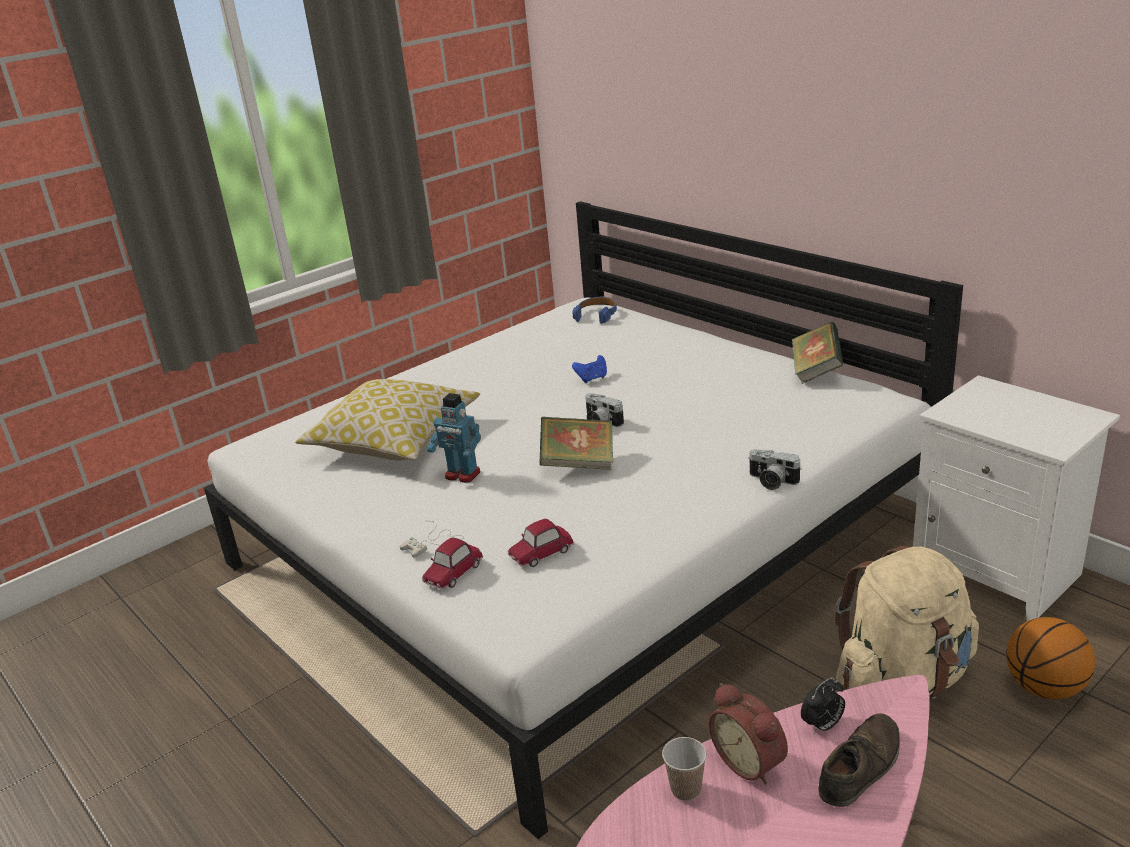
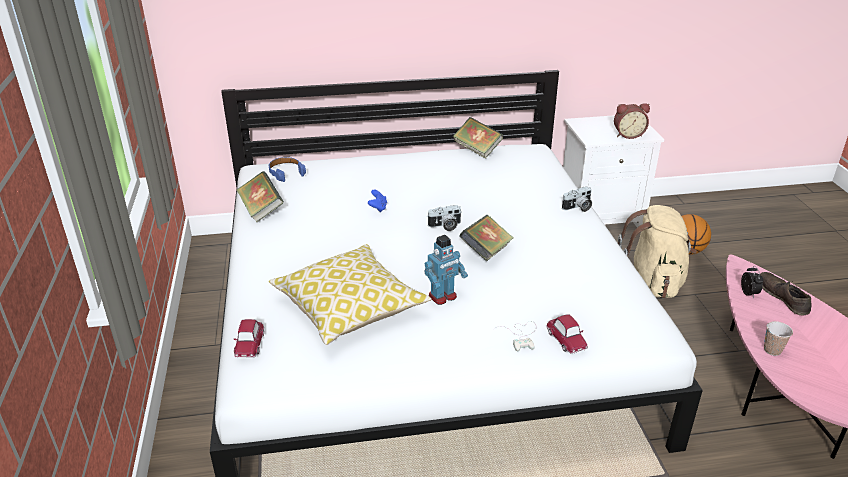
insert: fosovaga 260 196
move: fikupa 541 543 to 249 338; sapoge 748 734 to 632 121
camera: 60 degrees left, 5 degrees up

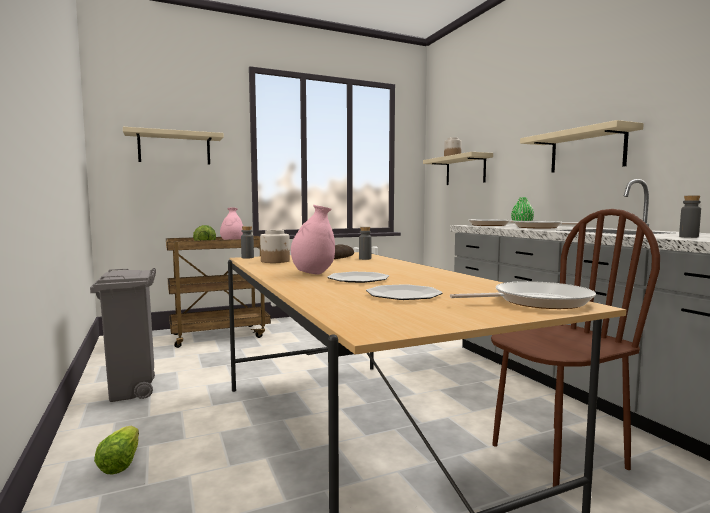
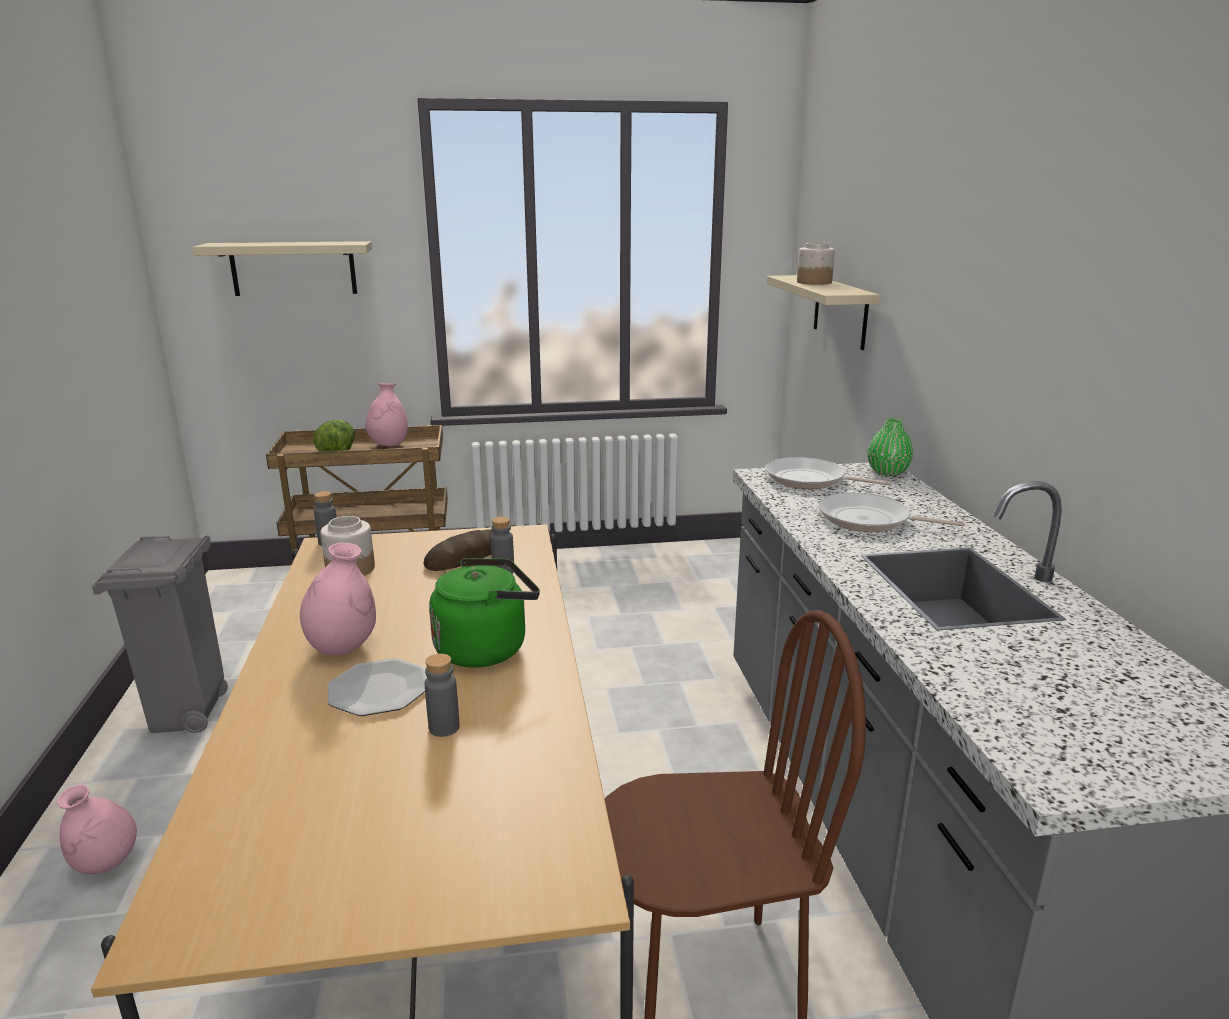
delete: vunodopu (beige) 582 146; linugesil 523 295; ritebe 404 292
insert: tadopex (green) 484 613
move: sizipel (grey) 690 217 to 442 695
replace: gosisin 116 450 to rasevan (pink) 97 829
camera: 15 degrees right, 15 degrees up

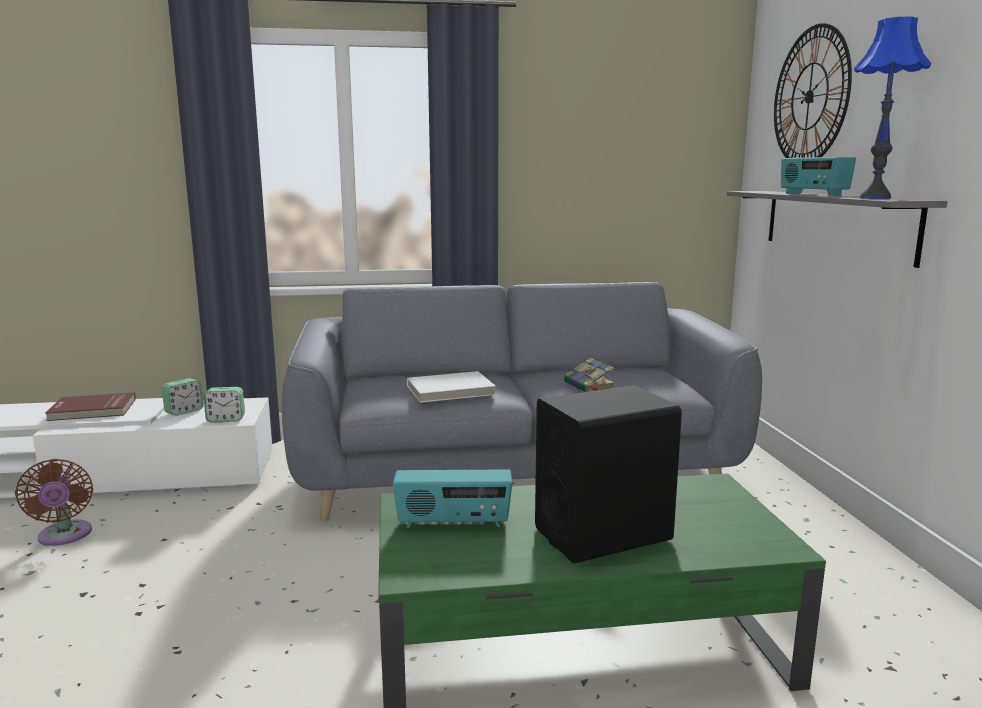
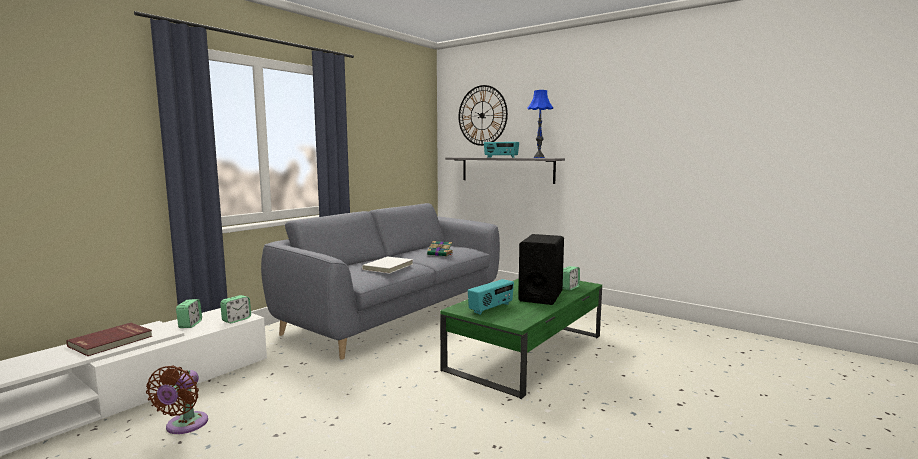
insert: sapoge 571 278
rotate: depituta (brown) 54 502 = 177 400 75 degrees clockwise
camera: 45 degrees left, 5 degrees down

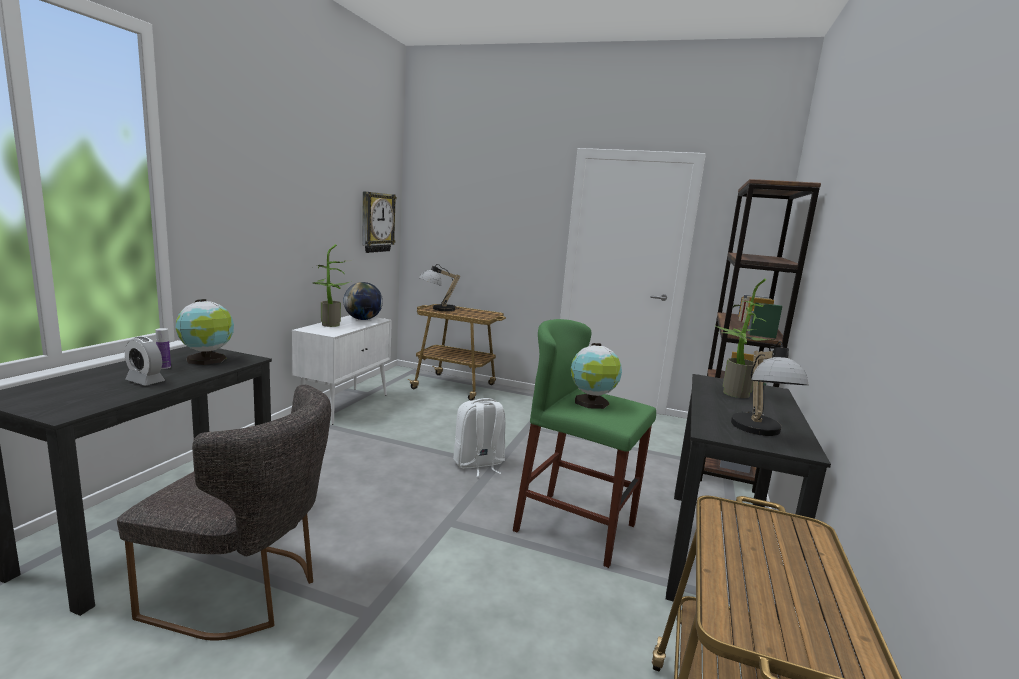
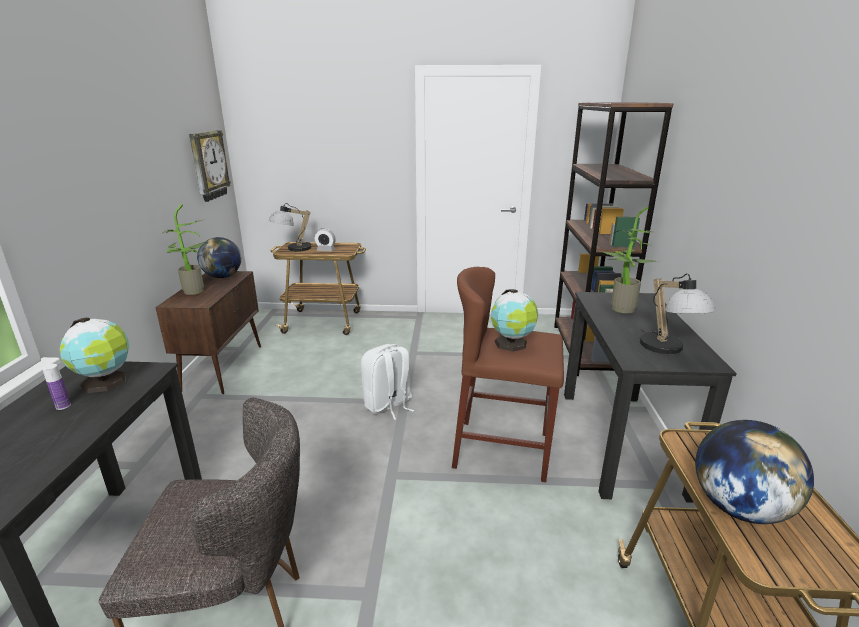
insert: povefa 754 472
move: sapoge 145 361 to 325 239
recolor: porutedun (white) 342 370 to porutedun (brown) 208 332; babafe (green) 584 443 to babafe (brown) 508 374
camera: 15 degrees left, 10 degrees up

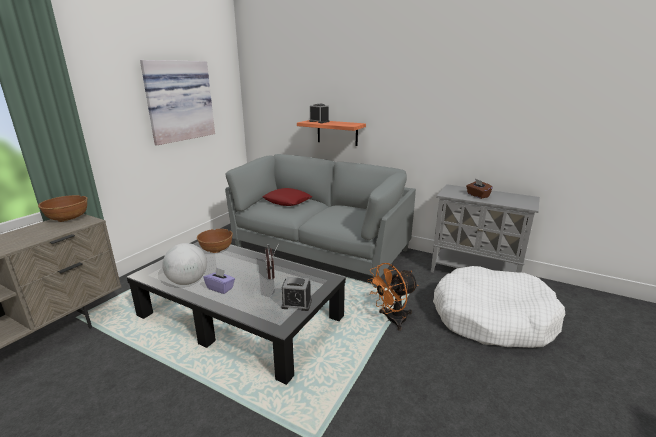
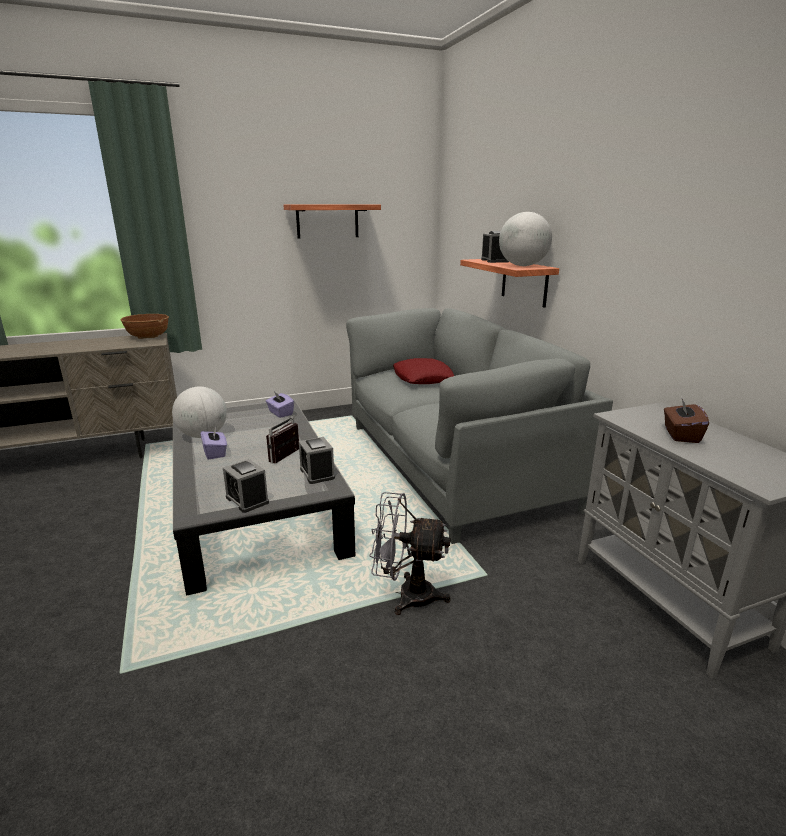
delete: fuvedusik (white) 499 307
insert: povefa 525 239; sapoge 317 460
replace: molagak 177 102 to vunodopu 332 222; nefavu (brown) 215 241 to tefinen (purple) 280 405
recolor: depituta (orange) 392 297 to depituta (grey) 410 553
camera: 40 degrees right, 0 degrees up

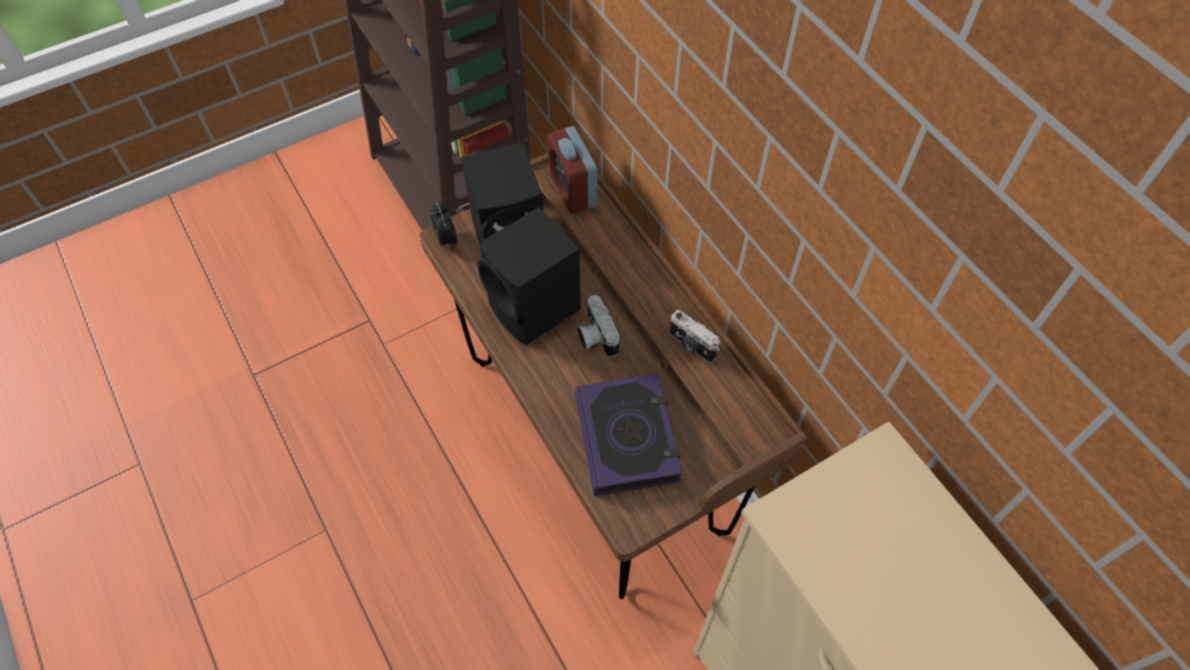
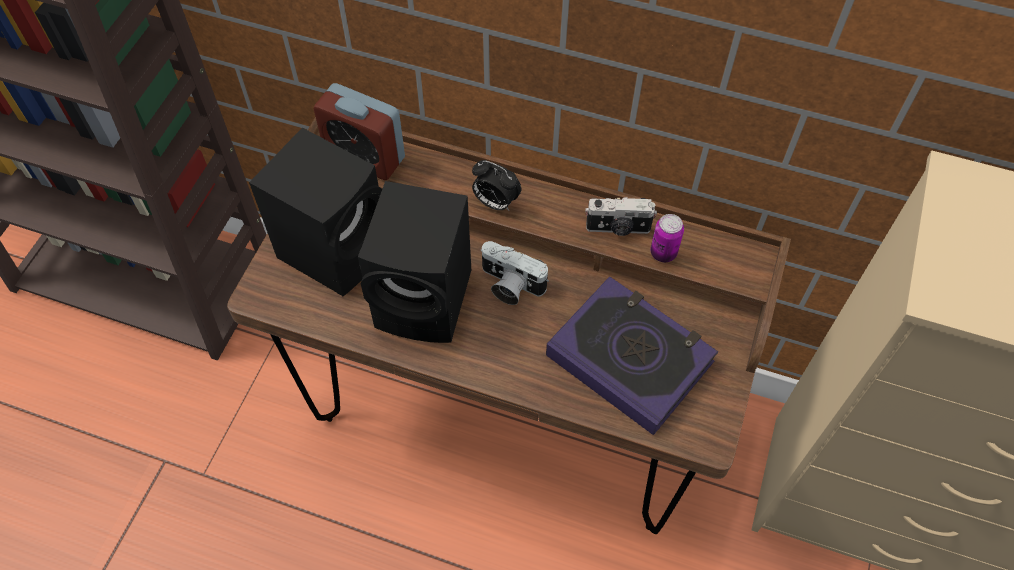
insert: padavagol 667 238
move: sapoge 444 226 to 496 185
camera: 40 degrees left, 0 degrees up

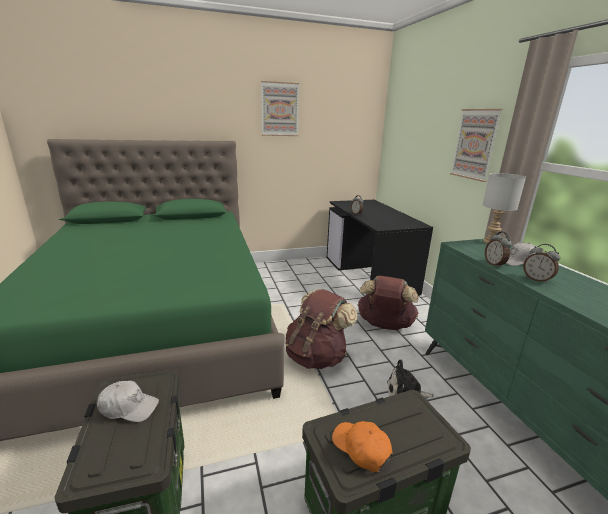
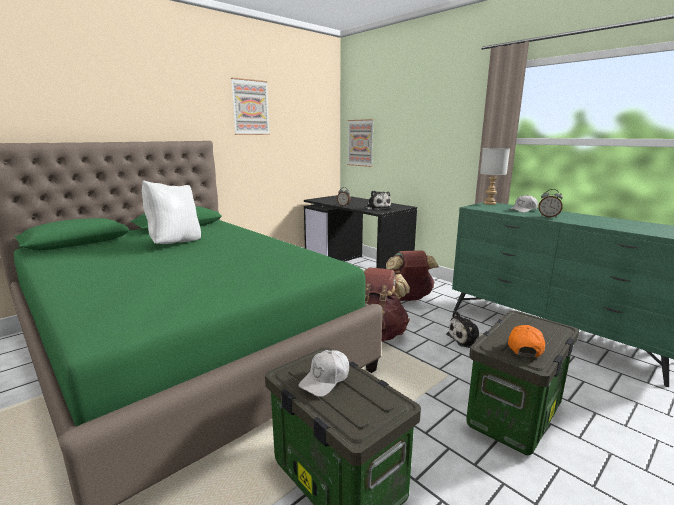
delete: sapoge 498 250
insert: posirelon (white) 171 212; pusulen 378 200
move: molagak 476 145 to 360 143
rotate: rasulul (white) 128 401 = 323 373 150 degrees clockwise; rasulul (orange) 362 446 = 526 341 90 degrees clockwise
camera: 25 degrees left, 5 degrees down

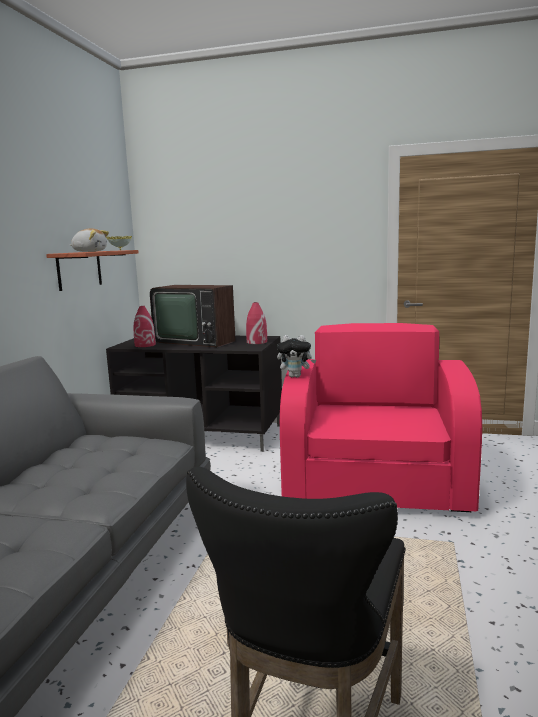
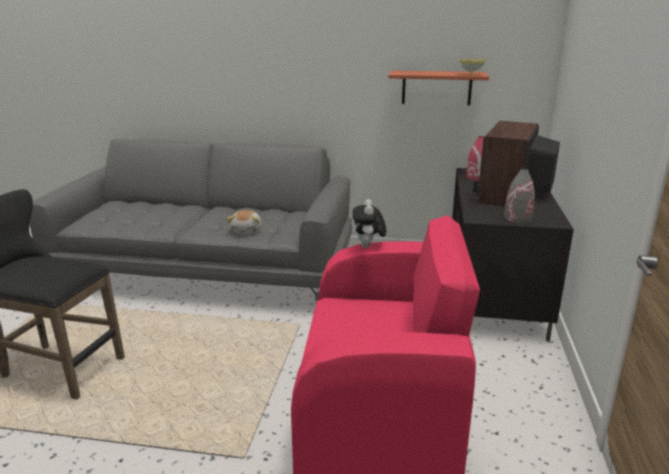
move: pusulen 89 240 to 244 222
recolor: rasevan (red) 256 323 to rasevan (grey) 519 195
camera: 85 degrees right, 10 degrees up

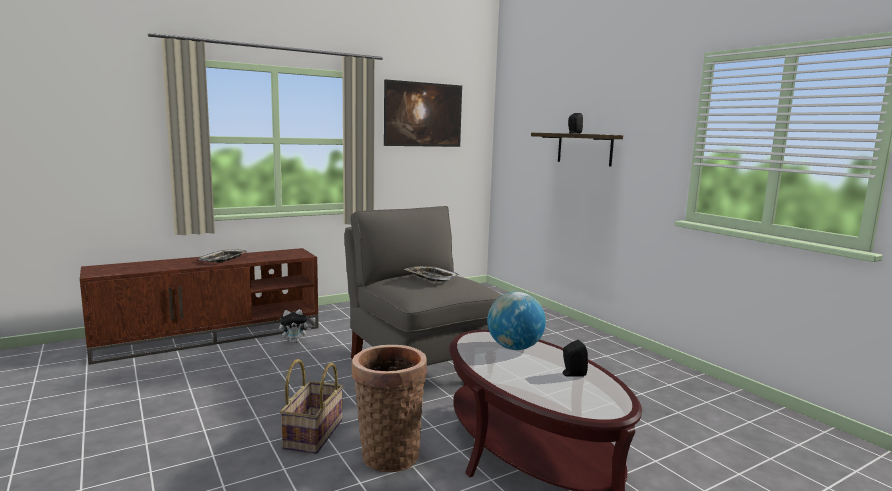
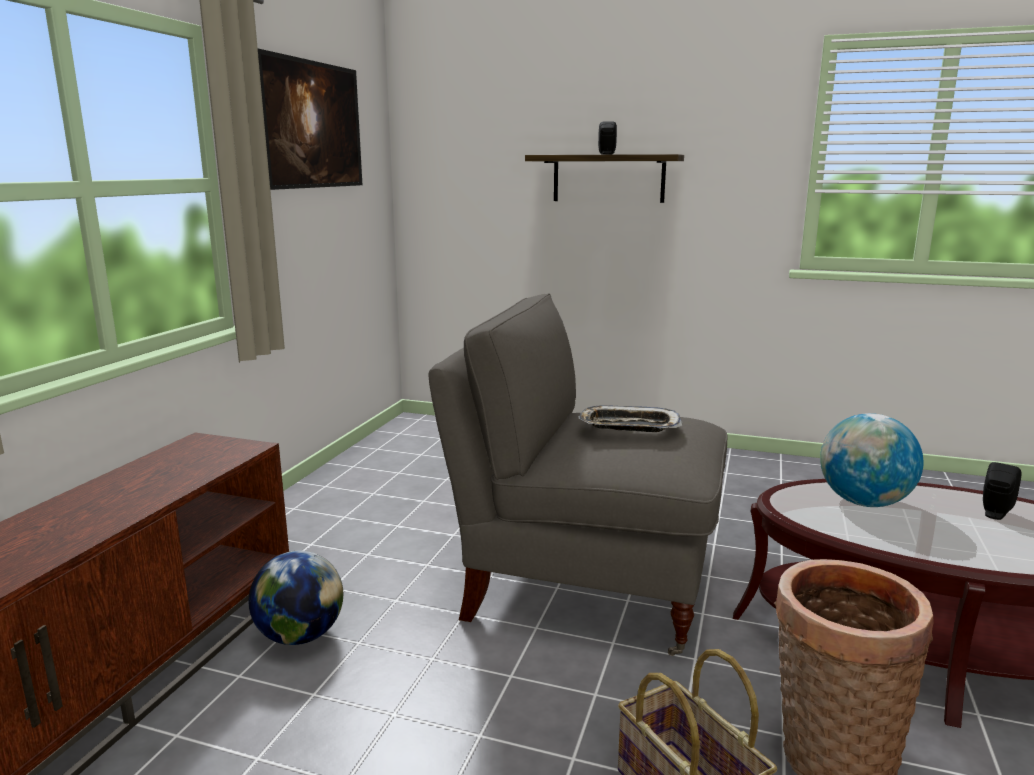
delete: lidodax 223 256
replace: pusulen 295 326 to povefa 296 598
camera: 40 degrees left, 5 degrees up

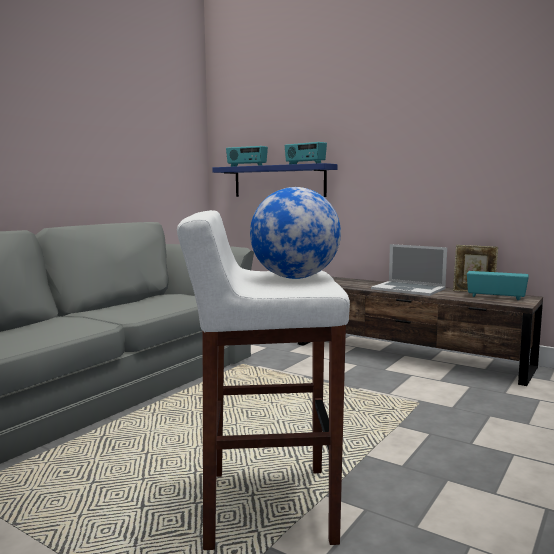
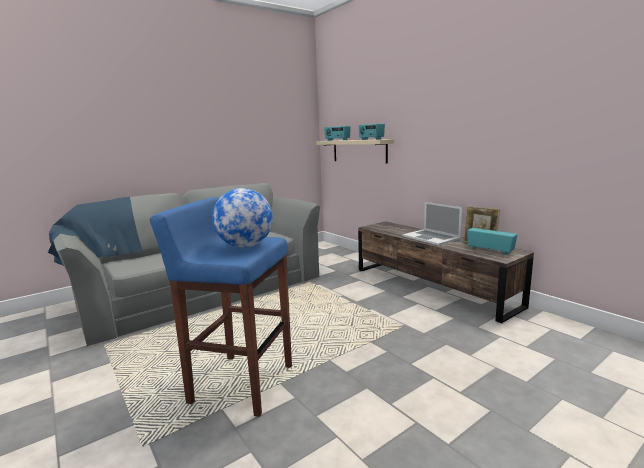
recolor: vunodopu (blue) 274 180 to vunodopu (beige) 355 151; babafe (white) 263 380 to babafe (blue) 221 307
camera: 20 degrees right, 5 degrees up

